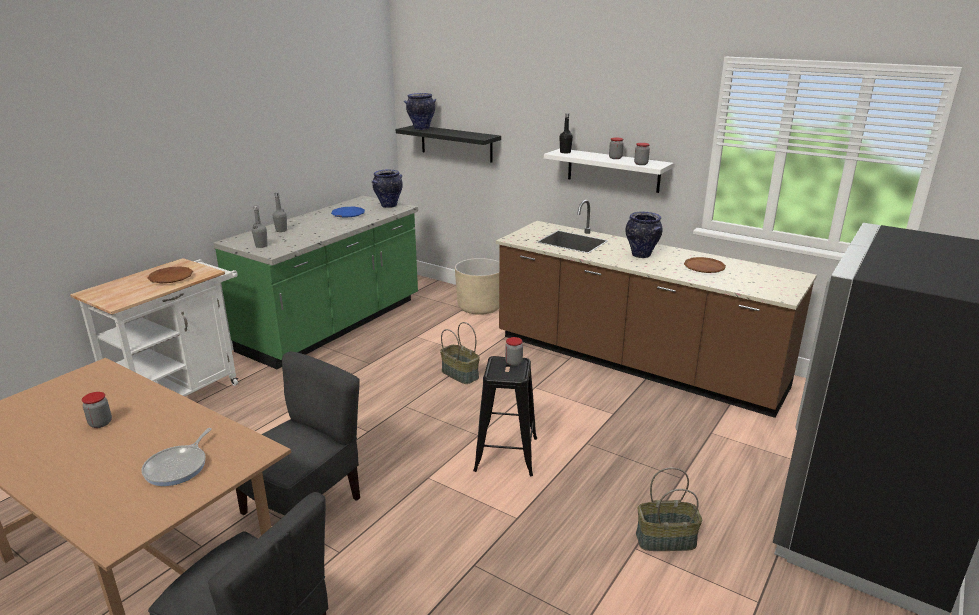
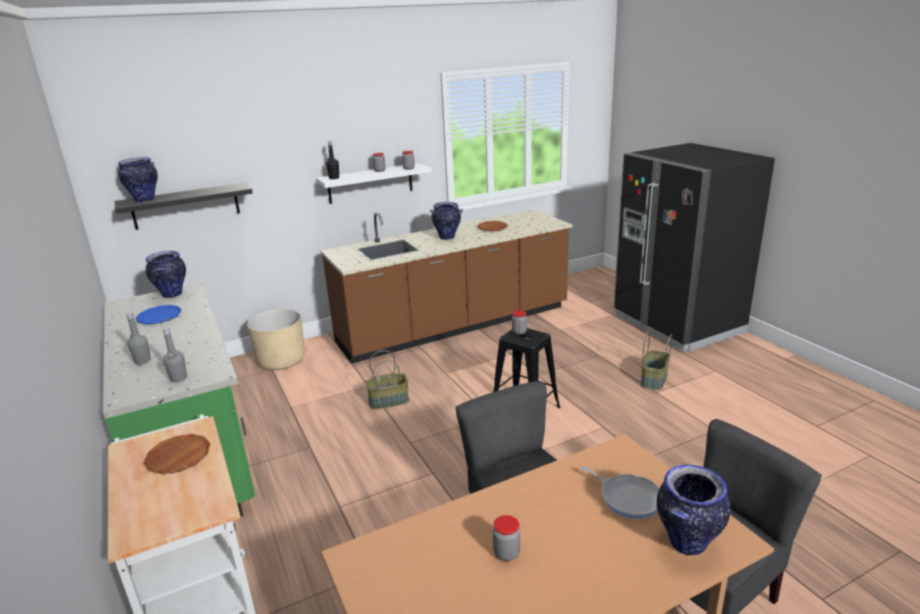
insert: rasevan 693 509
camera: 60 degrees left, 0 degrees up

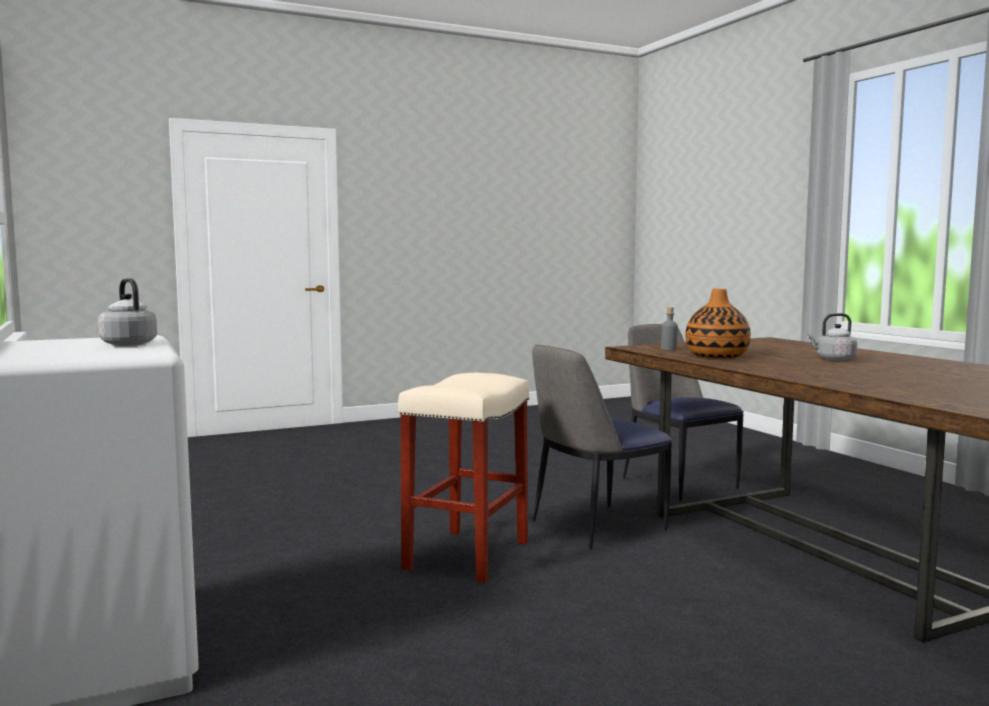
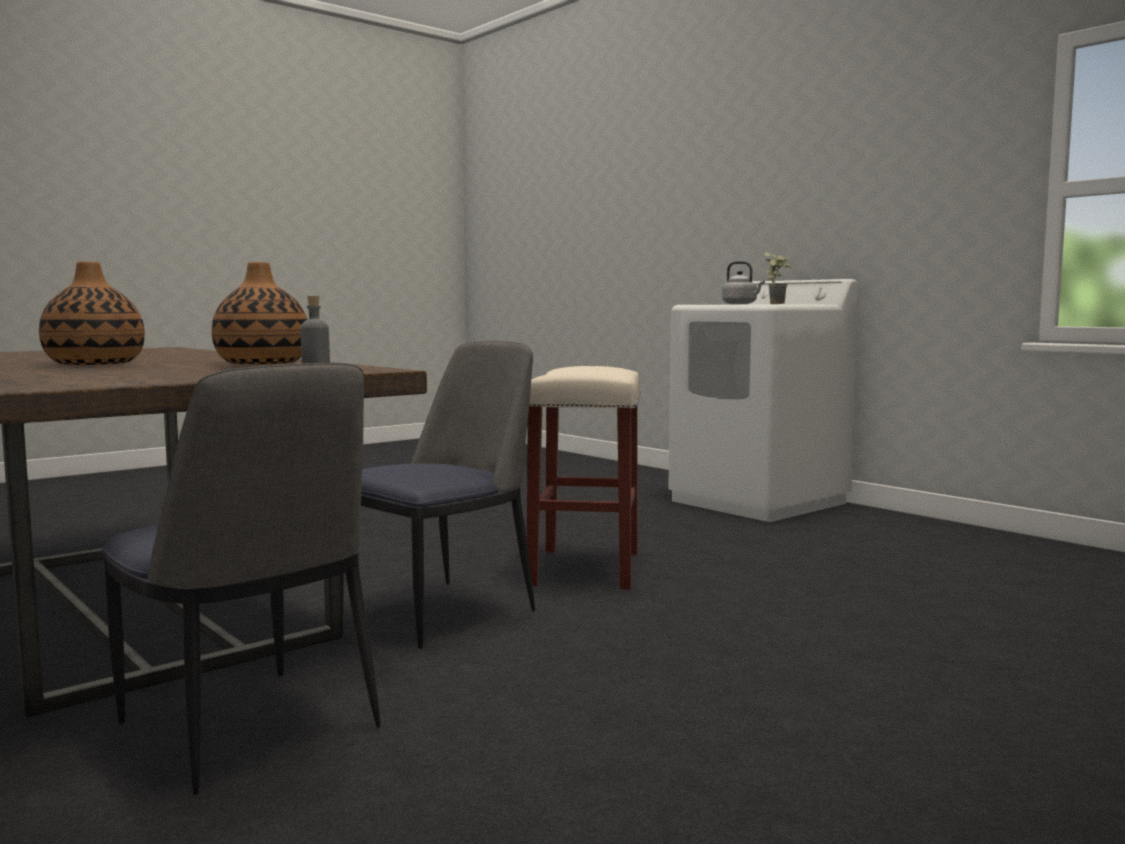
insert: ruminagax 778 277
replace: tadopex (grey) 832 337 to rasevan 92 313
camera: 165 degrees right, 0 degrees up

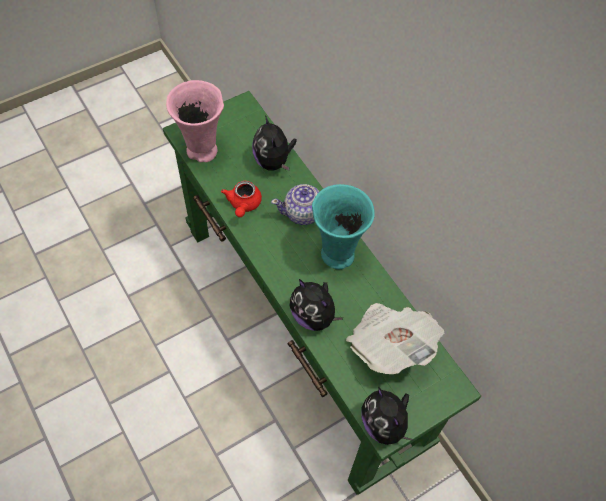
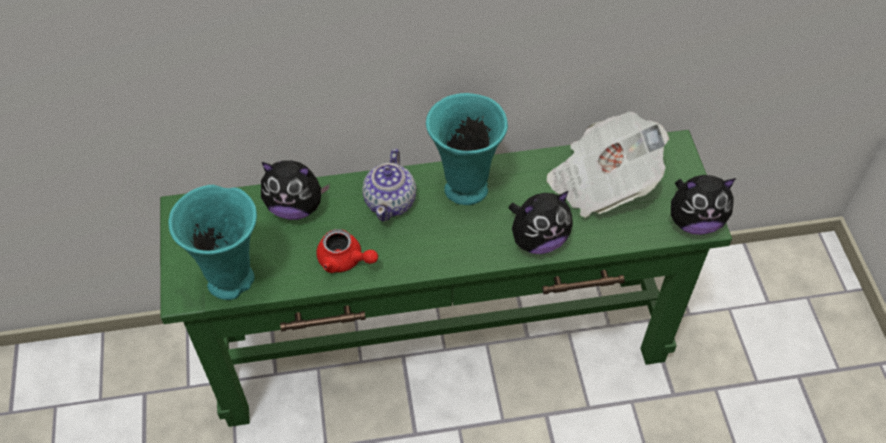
recolor: rasevan (pink) 195 121 to rasevan (turquoise) 212 242
camera: 65 degrees left, 5 degrees down

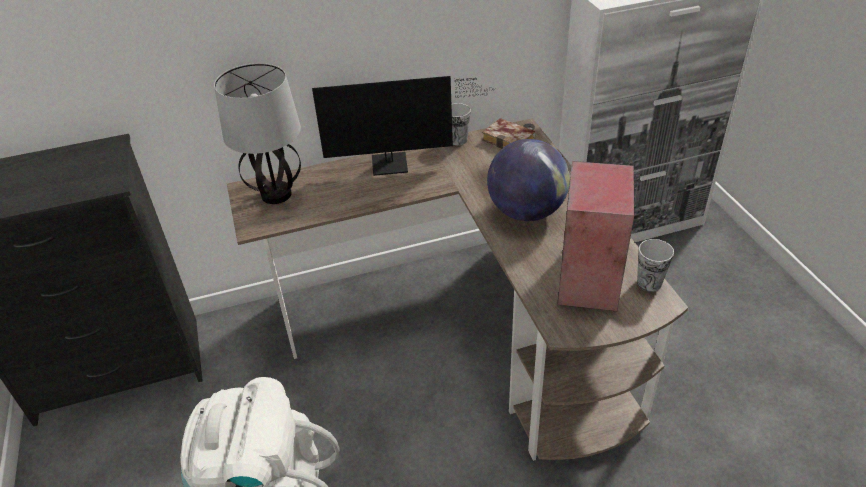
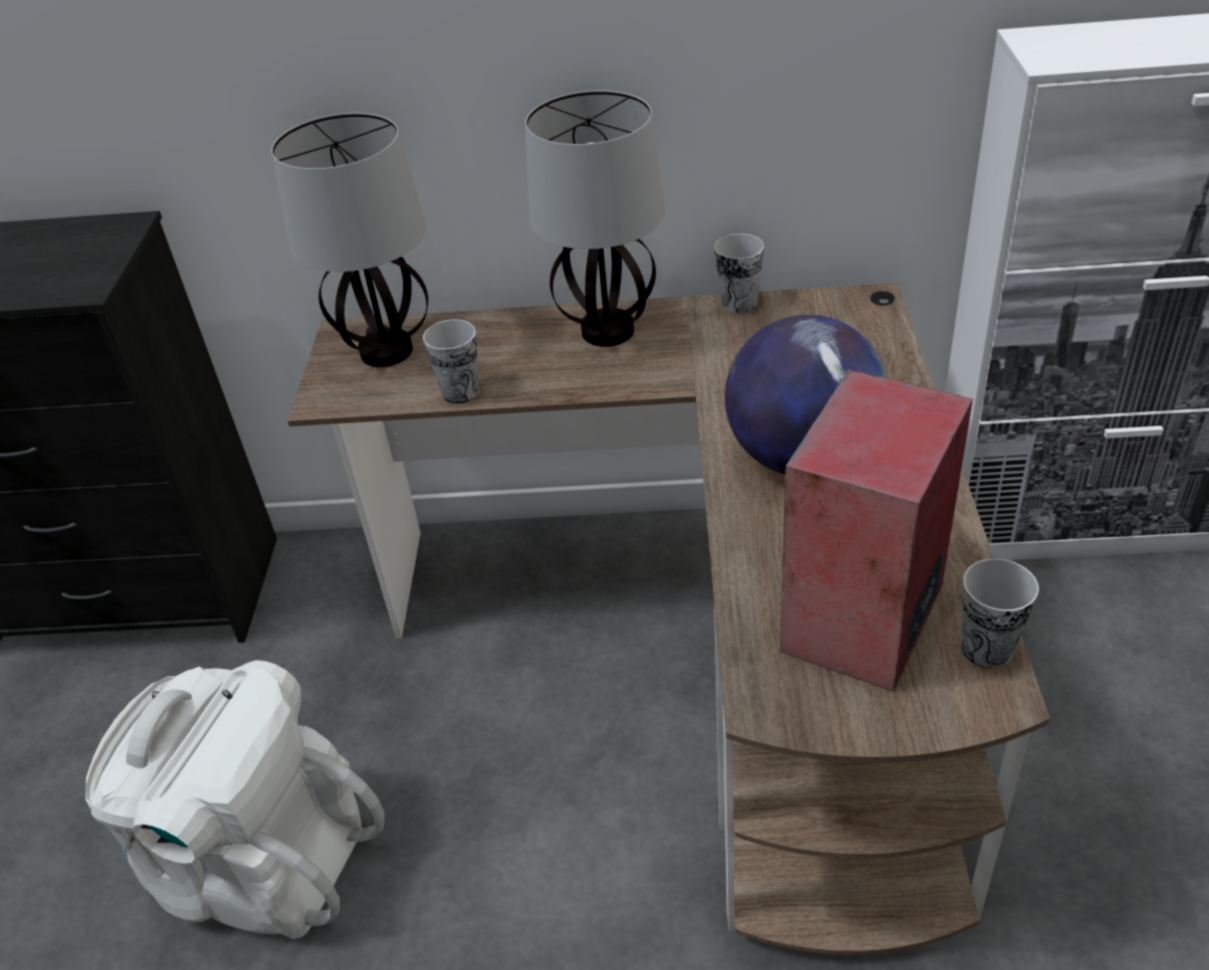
delete: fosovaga 509 133
insert: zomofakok 451 361
replace: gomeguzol 403 126 to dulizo 595 218
camera: 20 degrees right, 0 degrees up

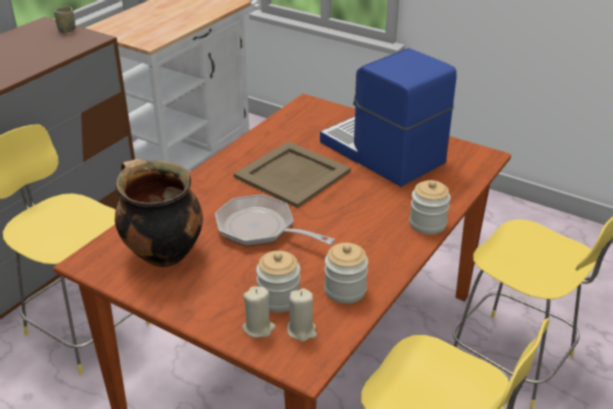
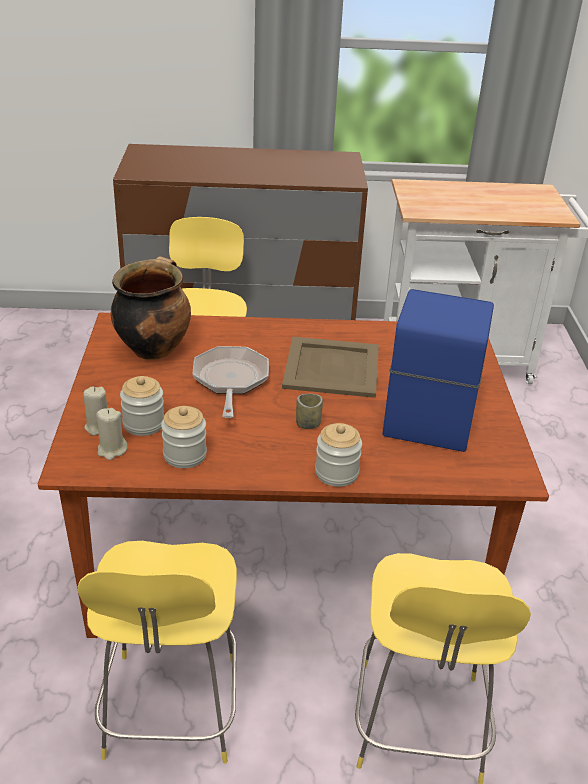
move: zomofakok 64 19 to 309 411
camera: 55 degrees right, 0 degrees up

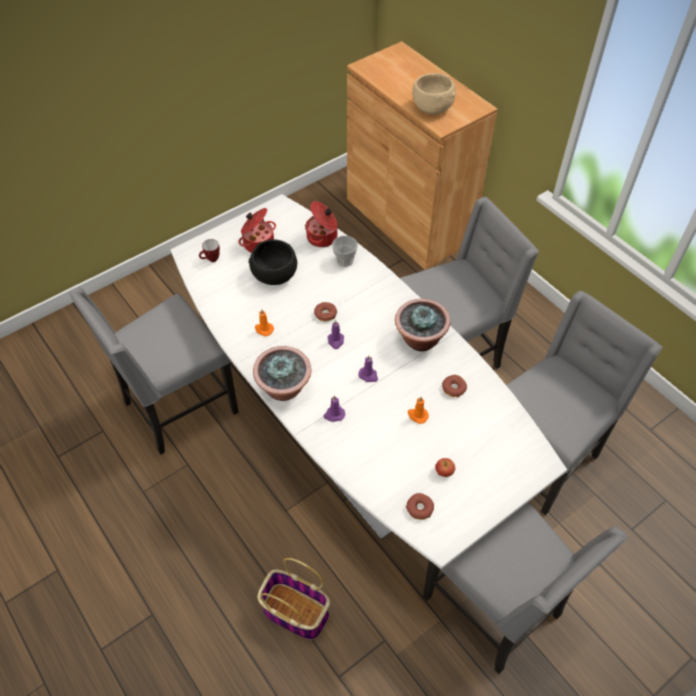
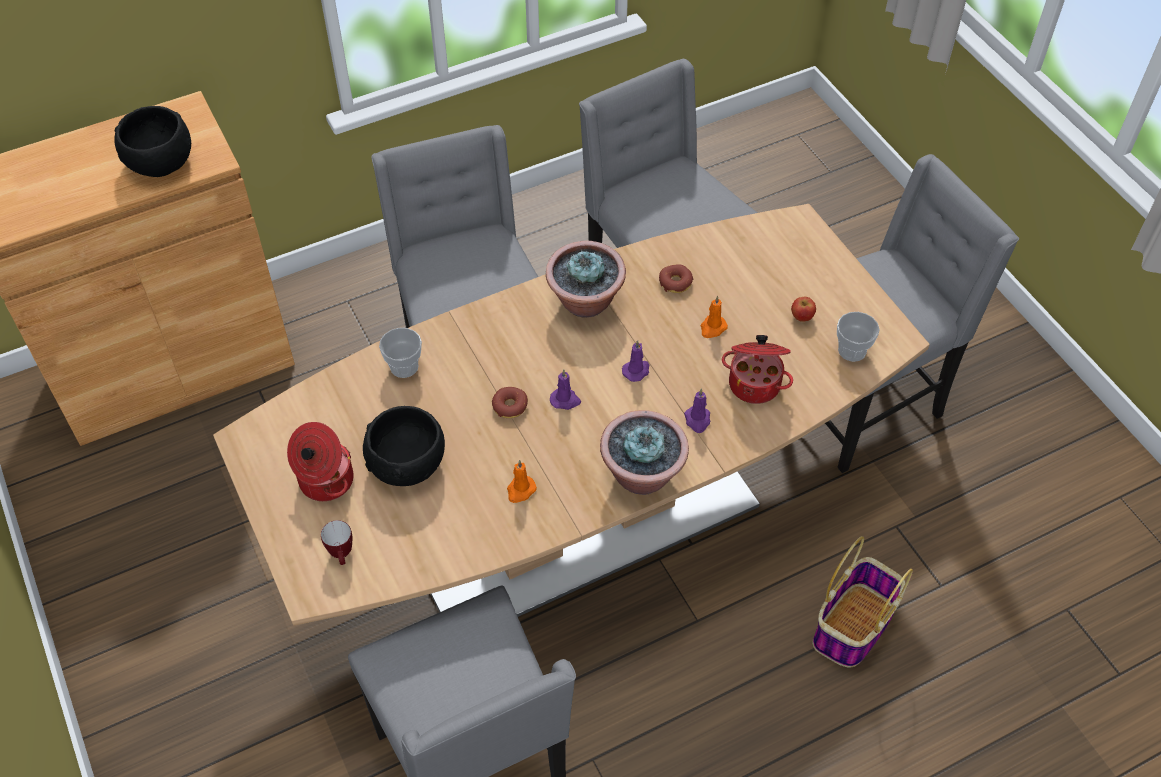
move: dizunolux 321 224 to 757 369
replace: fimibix 420 506 to zomofakok 858 337
recolor: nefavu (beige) 434 94 to nefavu (black) 152 141; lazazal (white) 369 381 to lazazal (brown) 571 415
camera: 80 degrees left, 0 degrees up

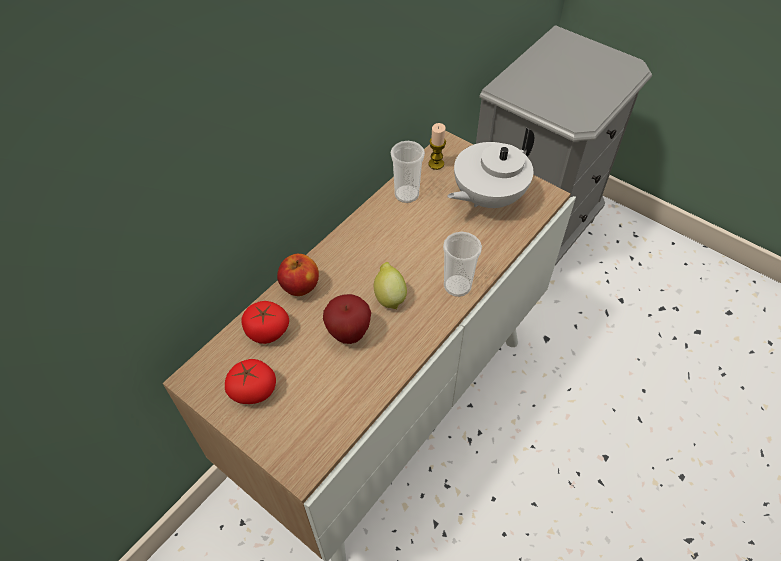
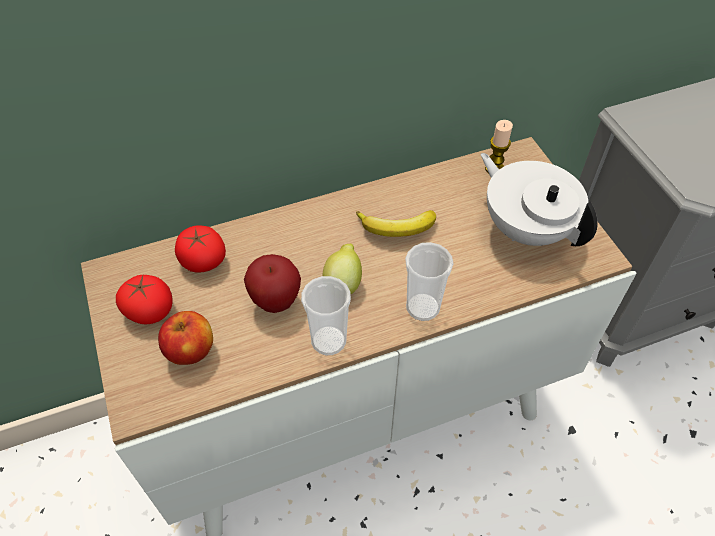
insert: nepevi 396 223
move: zomofakok 407 172 to 326 315; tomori 298 275 to 185 338
rotate: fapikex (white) 490 168 = 539 199 60 degrees clockwise
camera: 30 degrees right, 0 degrees up

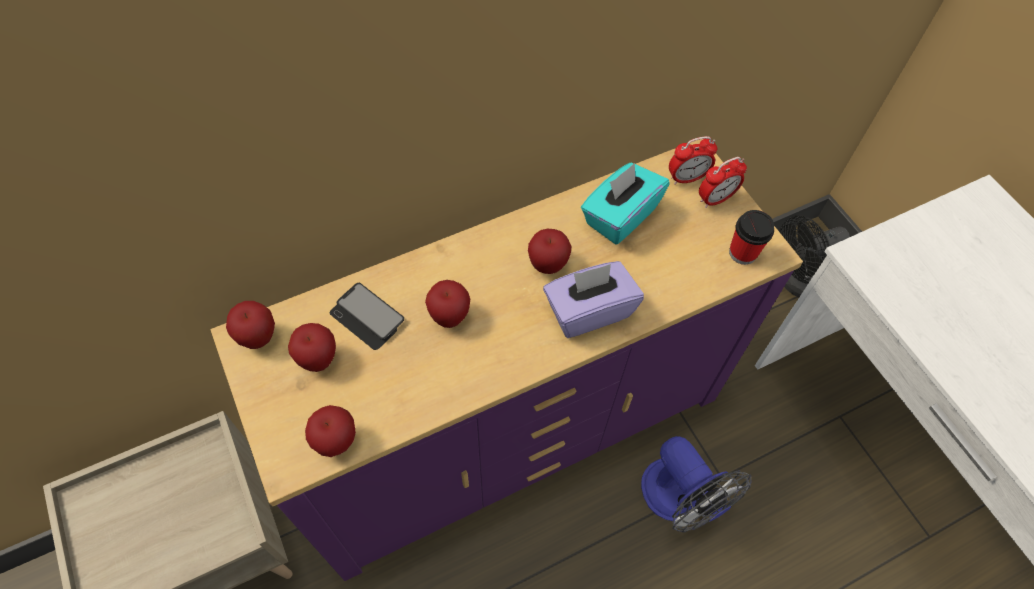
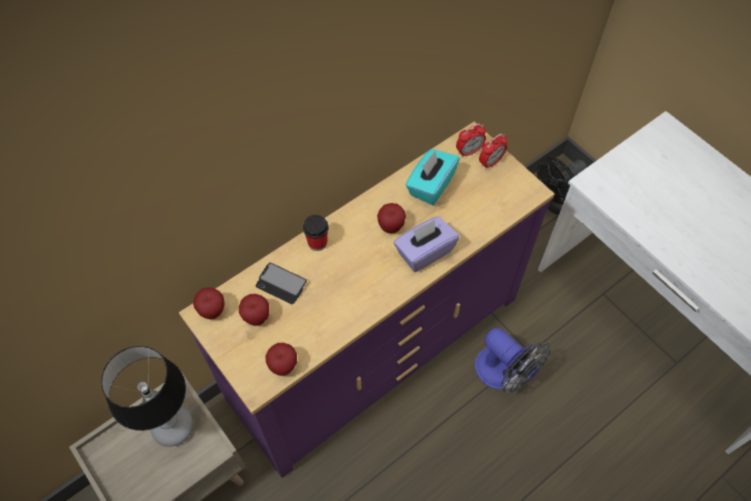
delete: tomori 447 304
insert: dulizo 147 396
move: zomofakok 751 237 to 316 233
camera: 10 degrees left, 0 degrees up

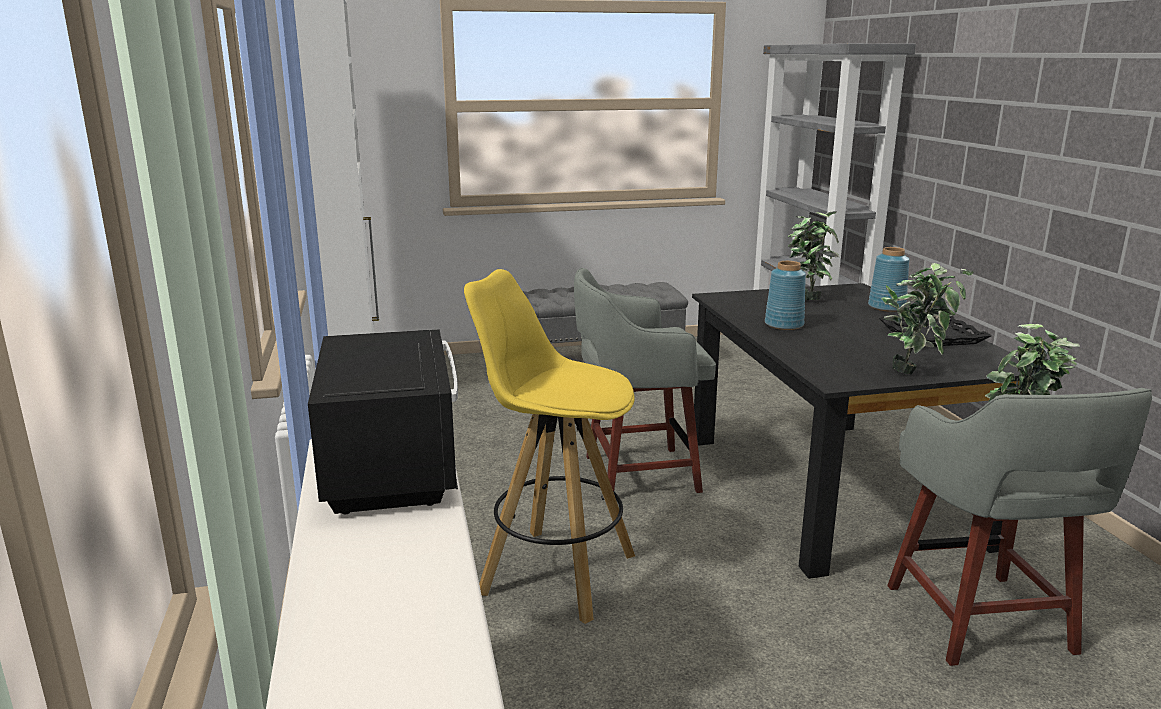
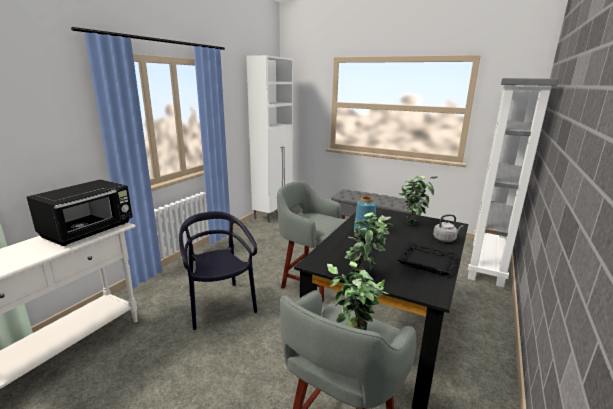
replace: rasevan (blue) 889 279 to tadopex (grey) 448 228; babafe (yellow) 549 446 to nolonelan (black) 218 270
camera: 40 degrees right, 0 degrees up

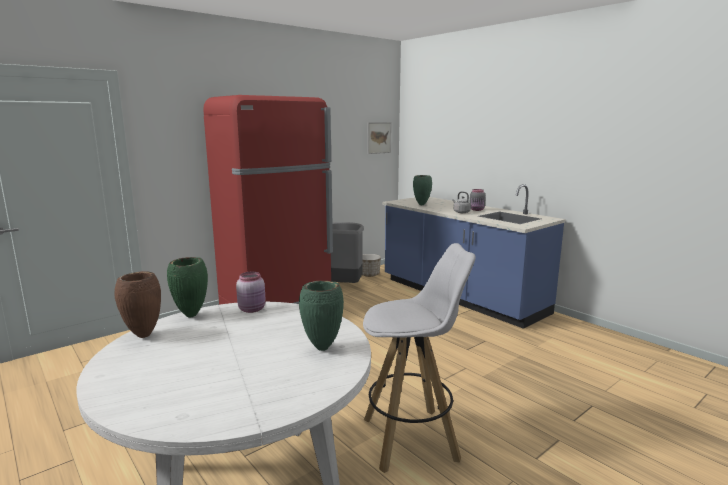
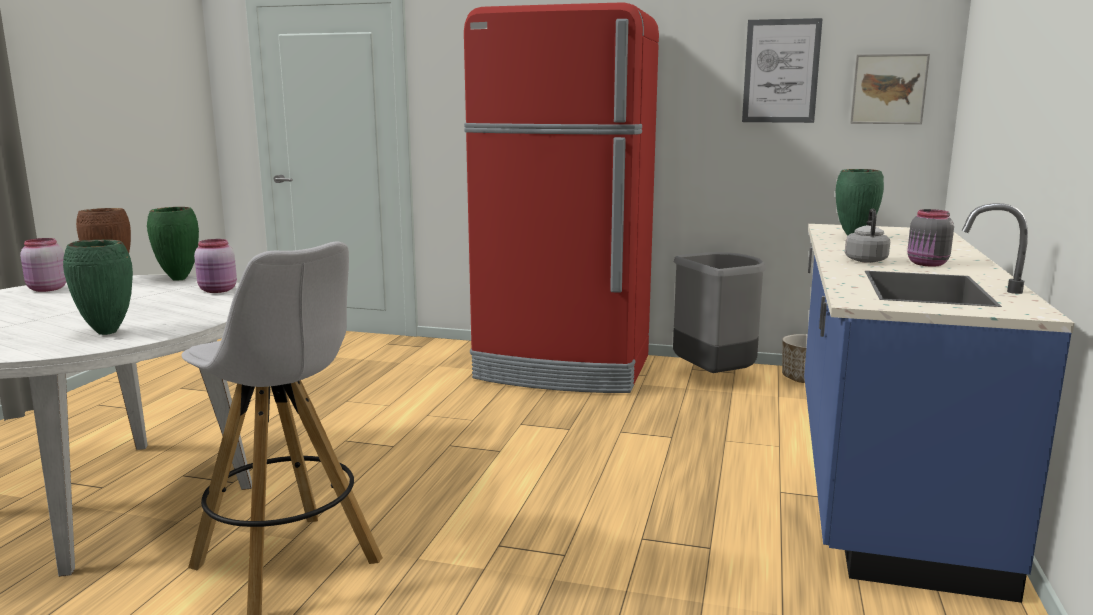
insert: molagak 782 70; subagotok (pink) 43 265
camera: 55 degrees right, 0 degrees up

